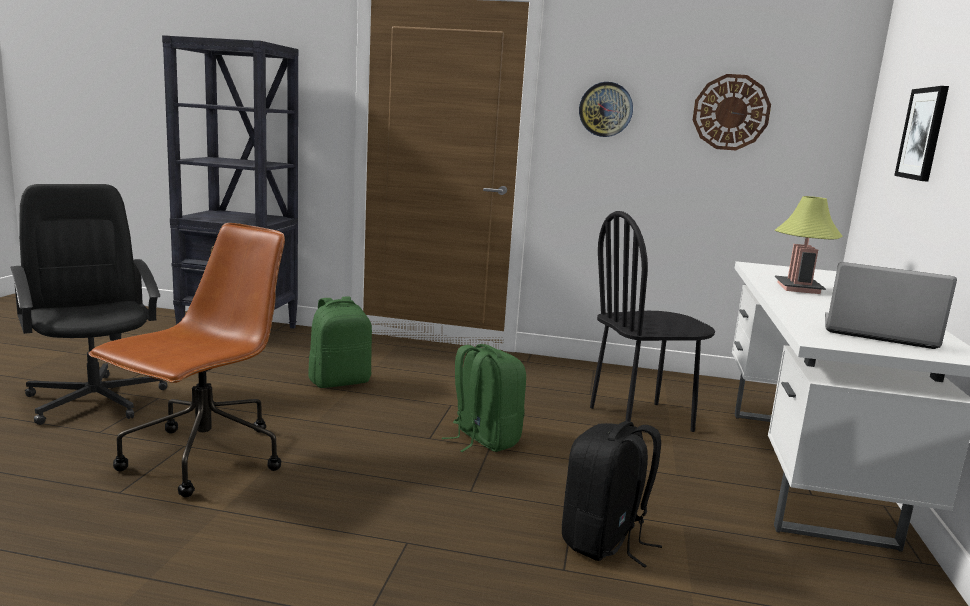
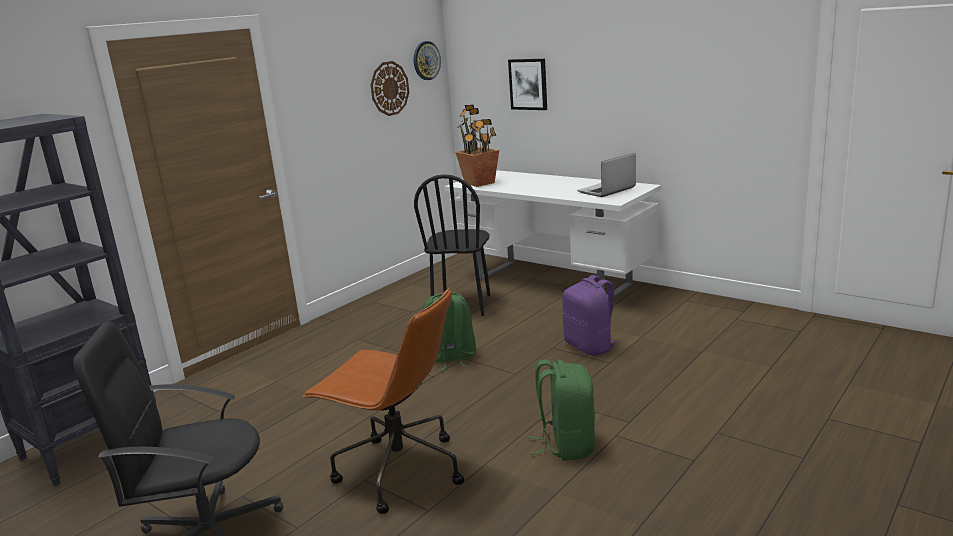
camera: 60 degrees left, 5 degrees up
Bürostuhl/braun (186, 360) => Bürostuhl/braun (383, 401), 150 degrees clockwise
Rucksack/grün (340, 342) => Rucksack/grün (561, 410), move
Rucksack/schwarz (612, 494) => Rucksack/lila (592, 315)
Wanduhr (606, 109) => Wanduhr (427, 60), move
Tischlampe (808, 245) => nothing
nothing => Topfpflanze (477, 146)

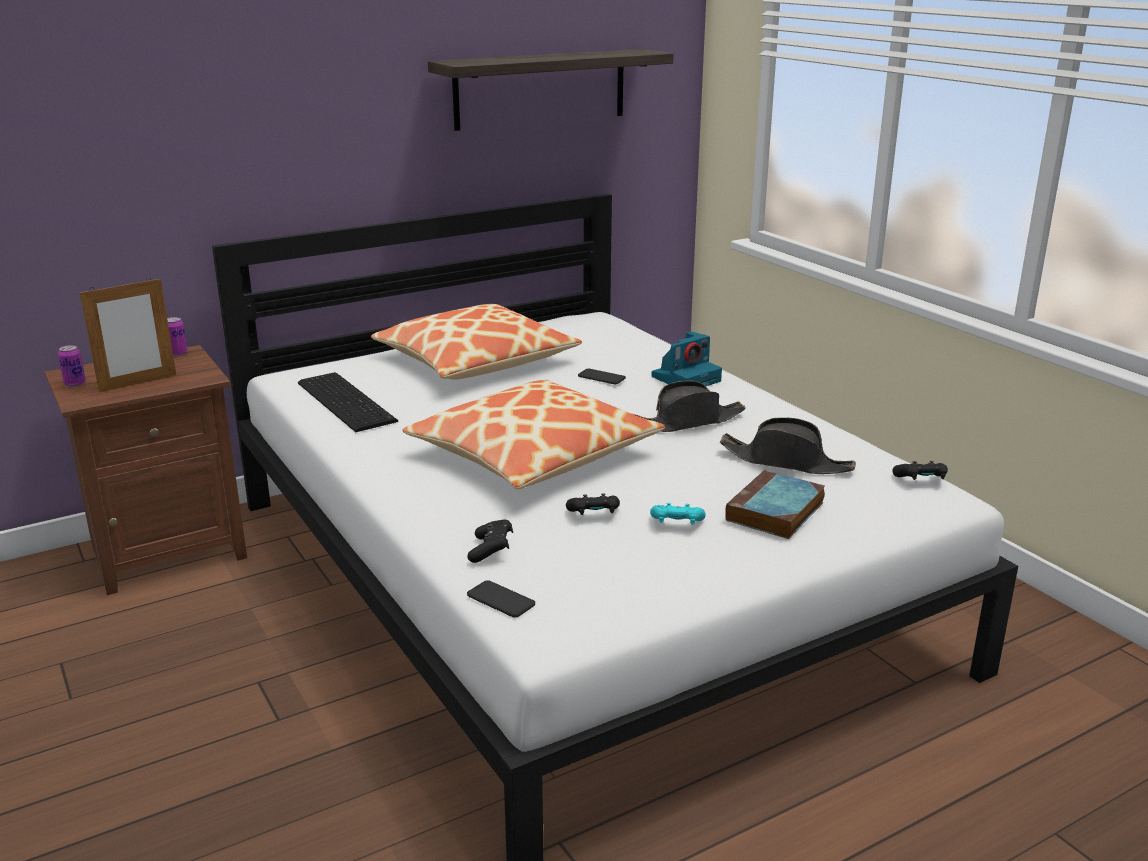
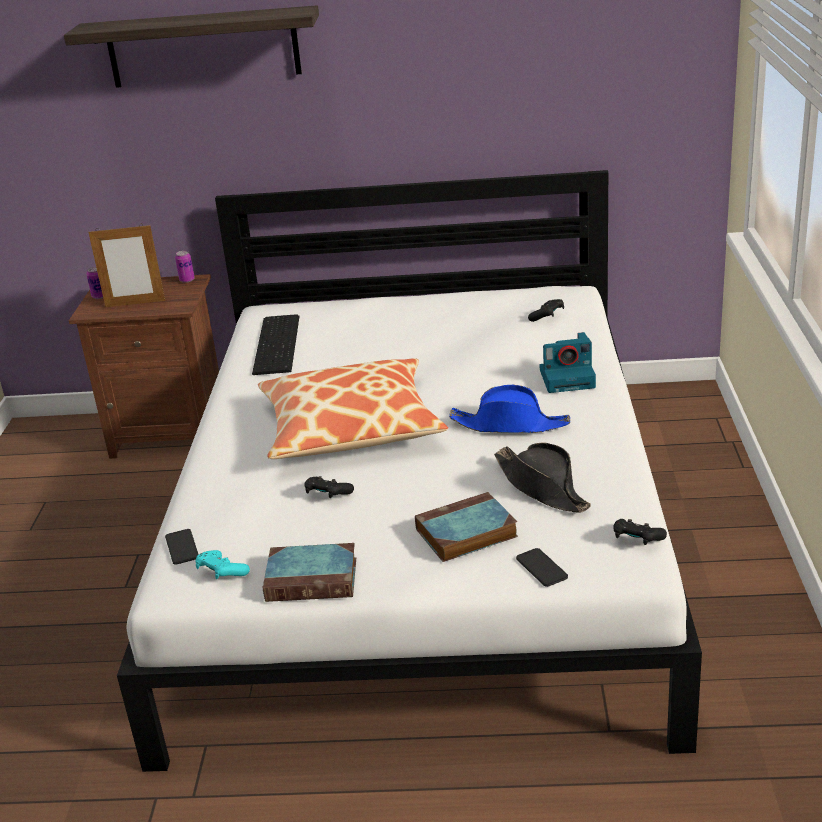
camera: 35 degrees right, 5 degrees up
Kissen (476, 342) => nothing
Wandregal (551, 90) => Wandregal (191, 46), move
Gamepad/schwarz (490, 541) => Gamepad/schwarz (546, 310), move
Handy (602, 376) => Handy (542, 567), move
Hut/schwarz (690, 406) => Hut/blau (509, 409)
Gamepad/türkis (678, 514) => Gamepad/türkis (223, 564), move
nothing => Buch (309, 572)

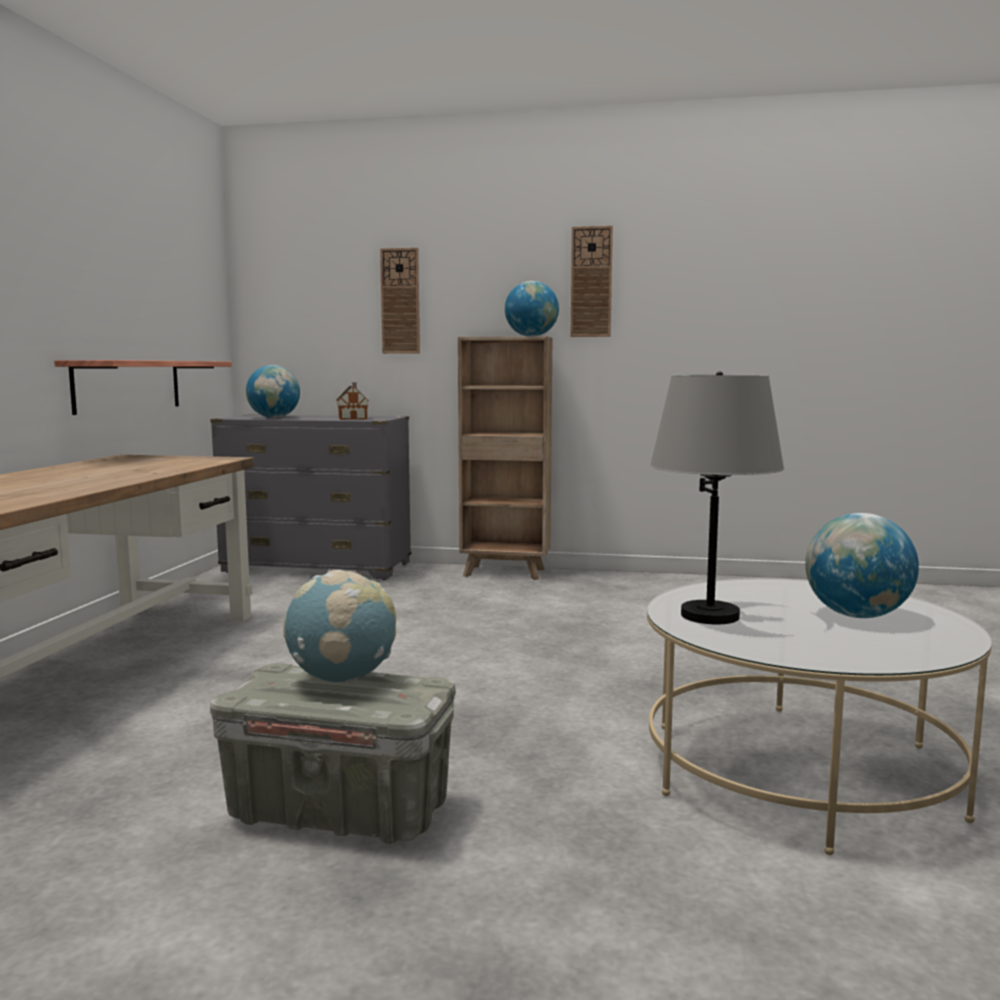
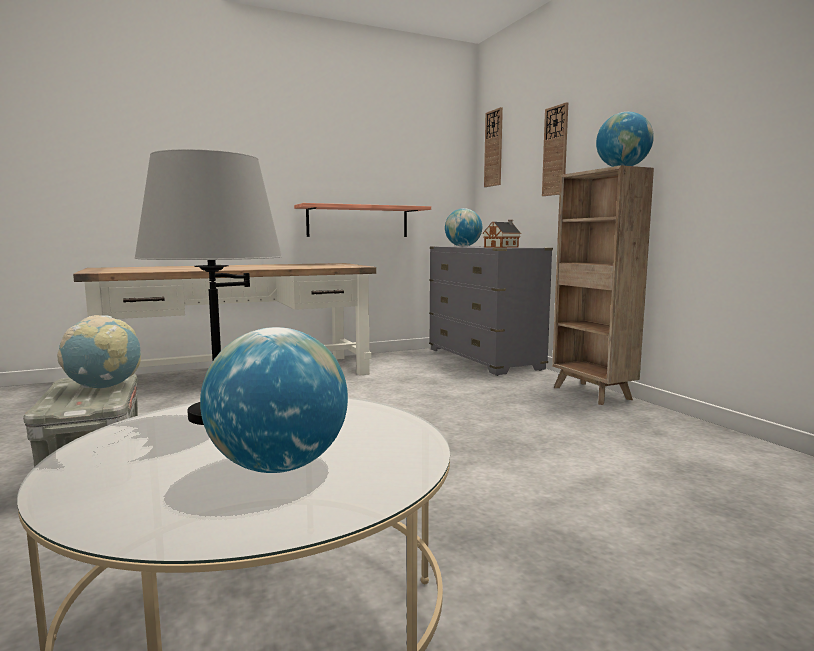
camera: 55 degrees right, 0 degrees up
Wanduhr (591, 281) => Wanduhr (493, 147), move

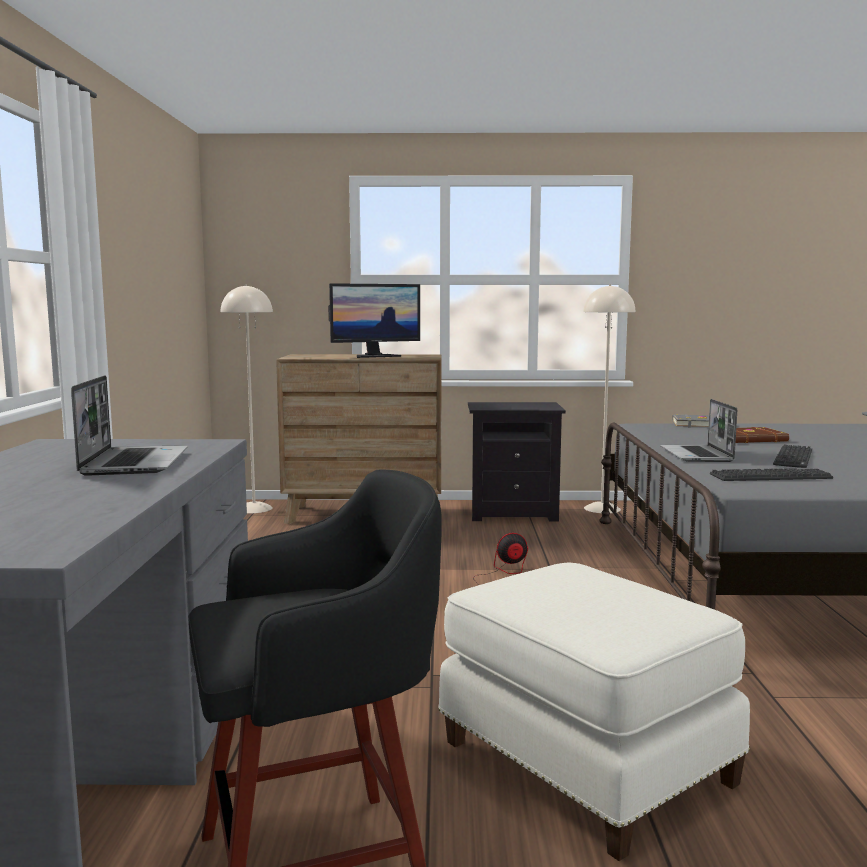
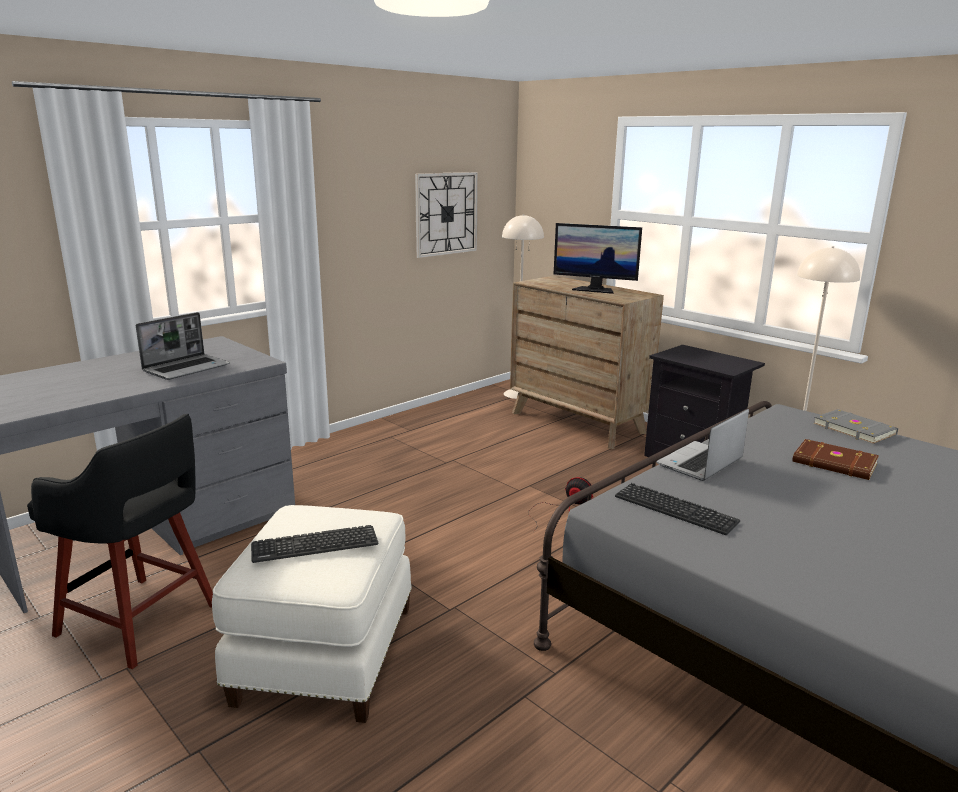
camera: 45 degrees right, 10 degrees up
Tastatur (792, 456) => Tastatur (315, 544), move
nothing => Wanduhr (446, 215)

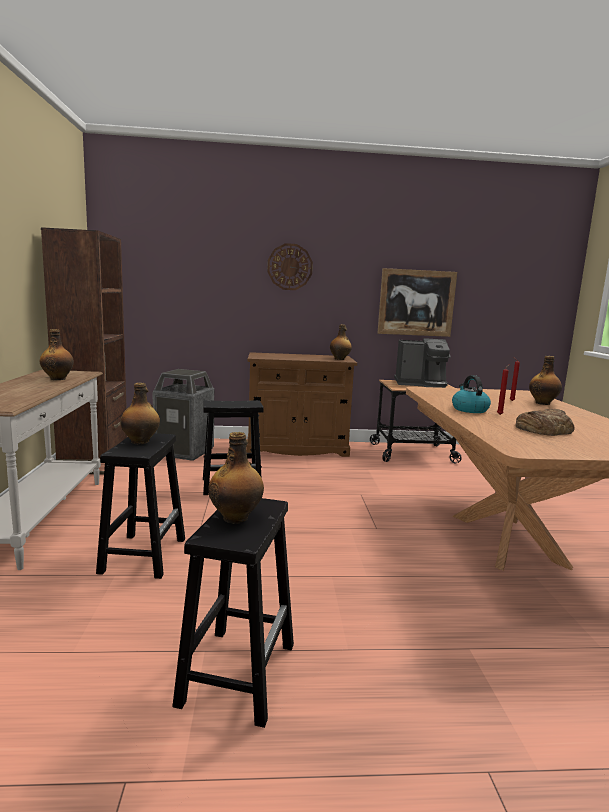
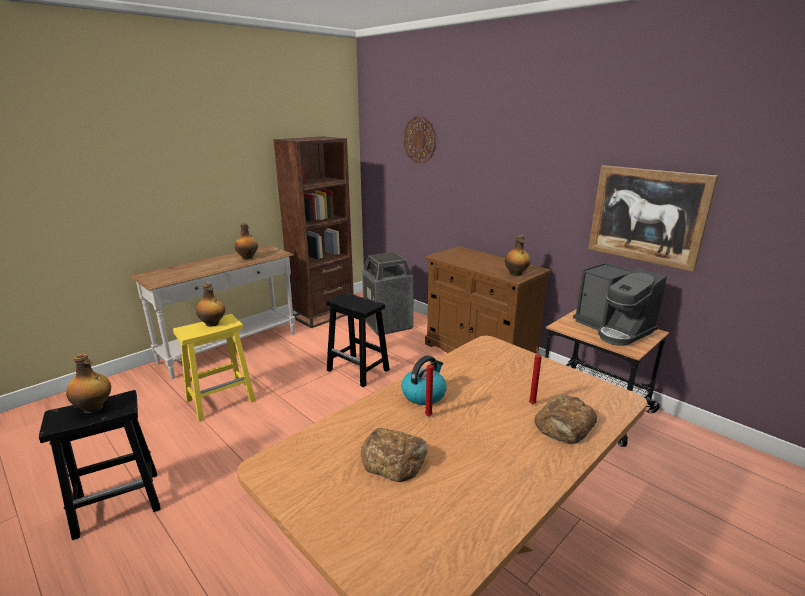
camera: 50 degrees right, 10 degrees up
Hocker/schwarz (140, 506) => Hocker/gelb (214, 367)
Wanduhr (290, 266) => Wanduhr (420, 140), move
Flasche (545, 380) => Brot (566, 420)

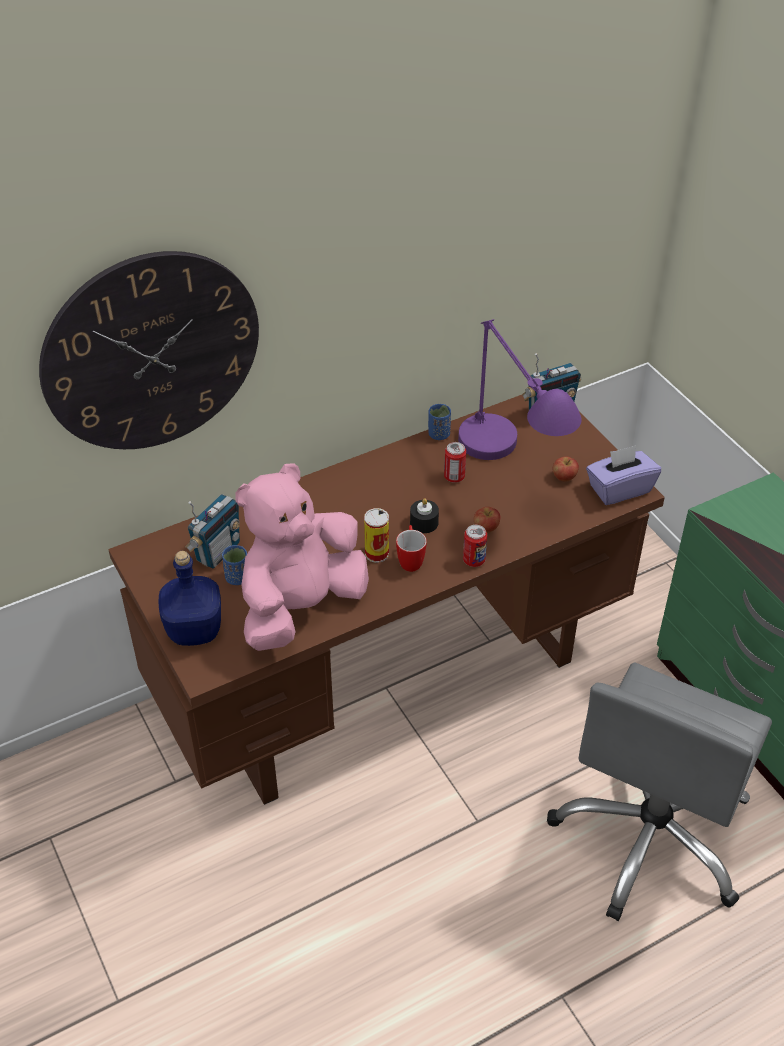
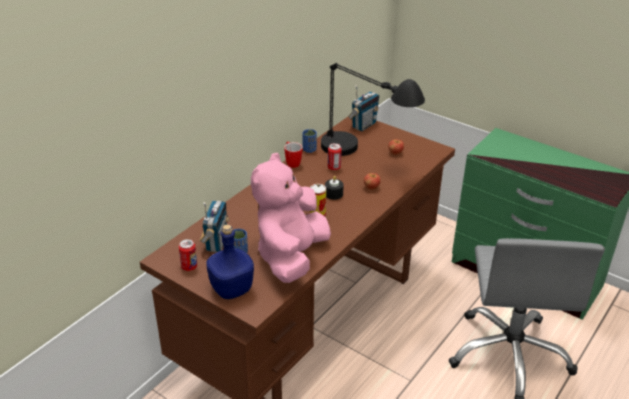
camera: 25 degrees left, 10 degrees down
Wanduhr (149, 350) => nothing
Henkelbecher (411, 548) => Henkelbecher (293, 155), move
Tischlampe/lila (520, 389) => Tischlampe/schwarz (373, 109)
Dose (475, 546) => Dose (188, 255), move
Taschentuchbox/lila (623, 475) => nothing

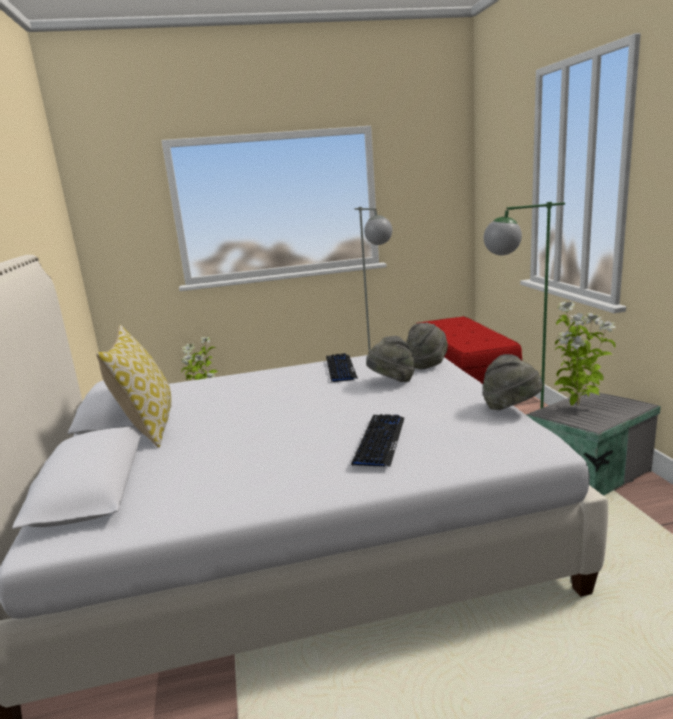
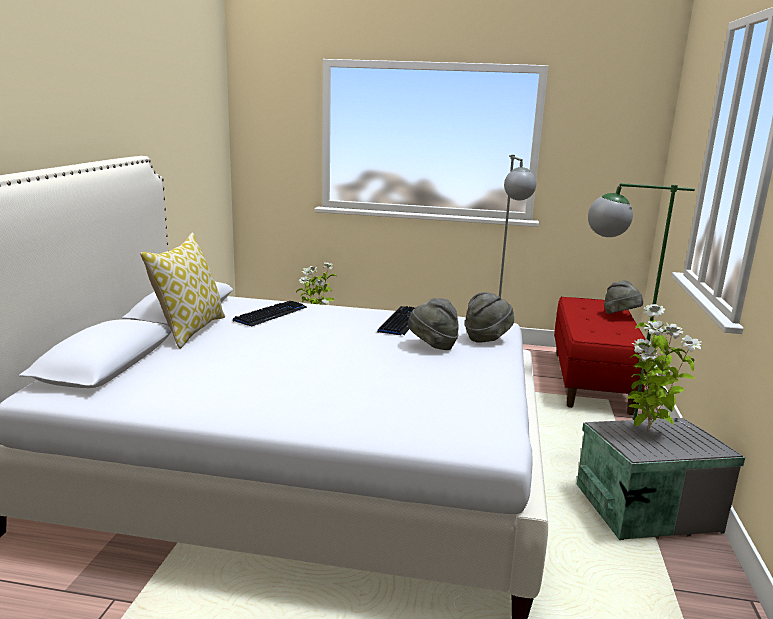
camera: 20 degrees right, 0 degrees up
Tastatur (377, 440) => Tastatur (270, 314), move
Hut/grau (513, 382) => Hut/grau (623, 297), move

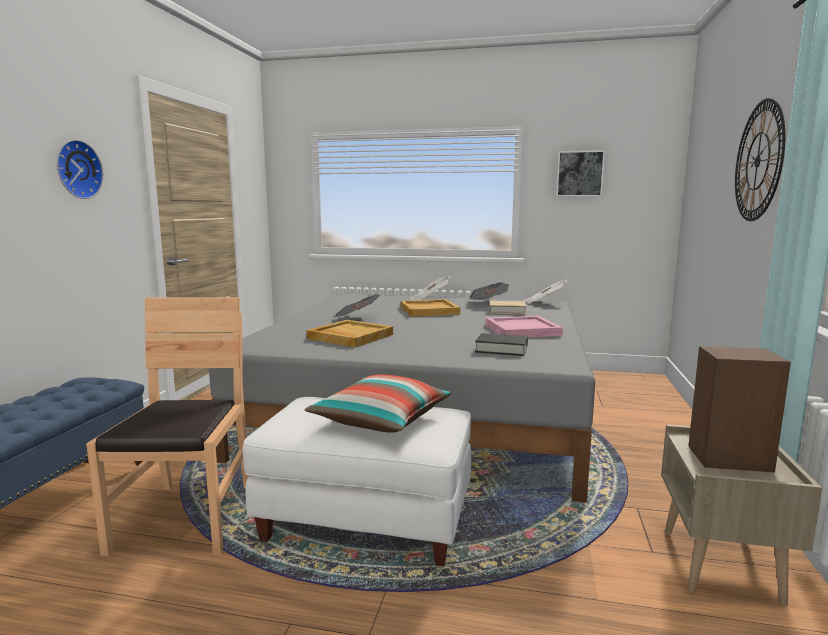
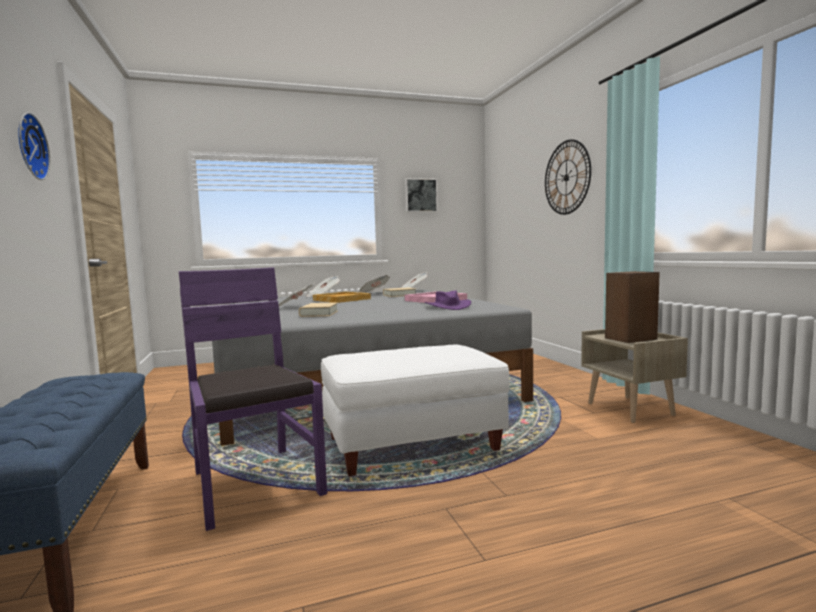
camera: 30 degrees left, 5 degrees down
Stuhl/braun (168, 426) => Stuhl/lila (253, 399)
Kissen (378, 403) => nothing
Tablett/beige (350, 333) => Buch/beige (318, 309)
Buch/schwarz (501, 344) => Hut/lila (448, 300)

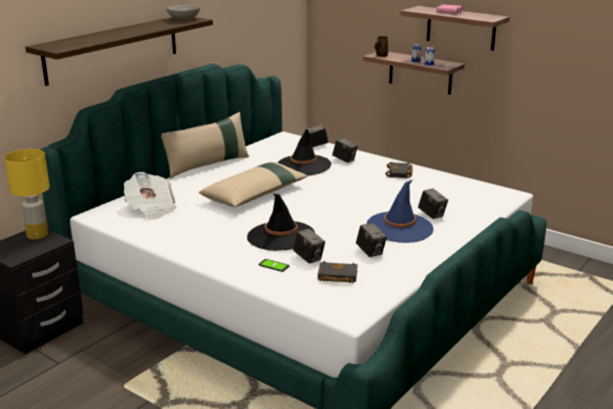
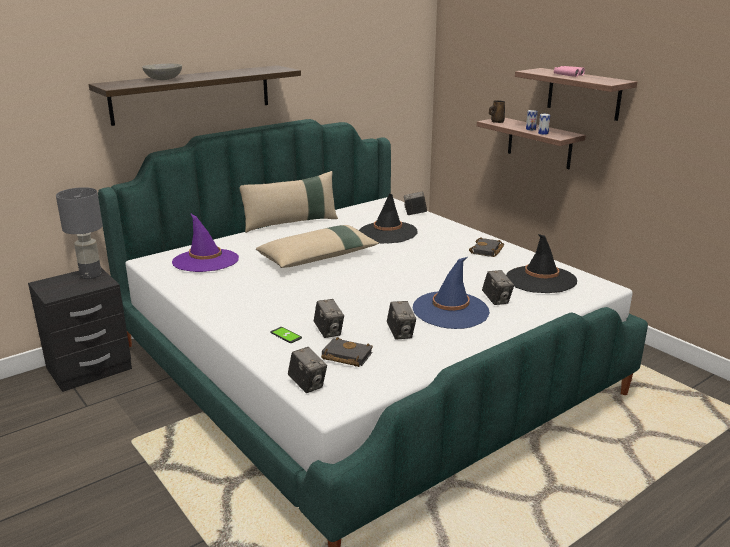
camera: 15 degrees right, 0 degrees up
Tischlampe/gelb (27, 194) => Tischlampe/grau (79, 233)
Zeitung (150, 196) => Hut/lila (205, 242)
Schüssel/grau (183, 12) => Schüssel/grau (162, 72), move
Hut/schwarz (281, 222) => Hut/schwarz (541, 263), move
Kamera (345, 150) => Kamera (307, 370), move

